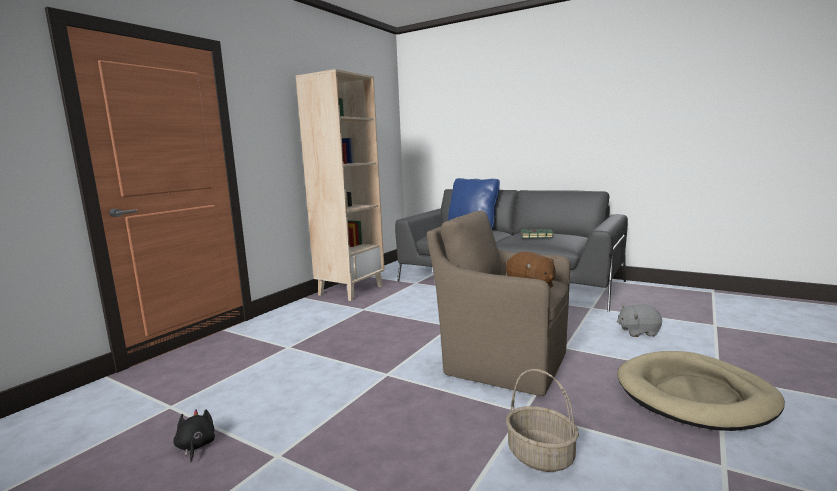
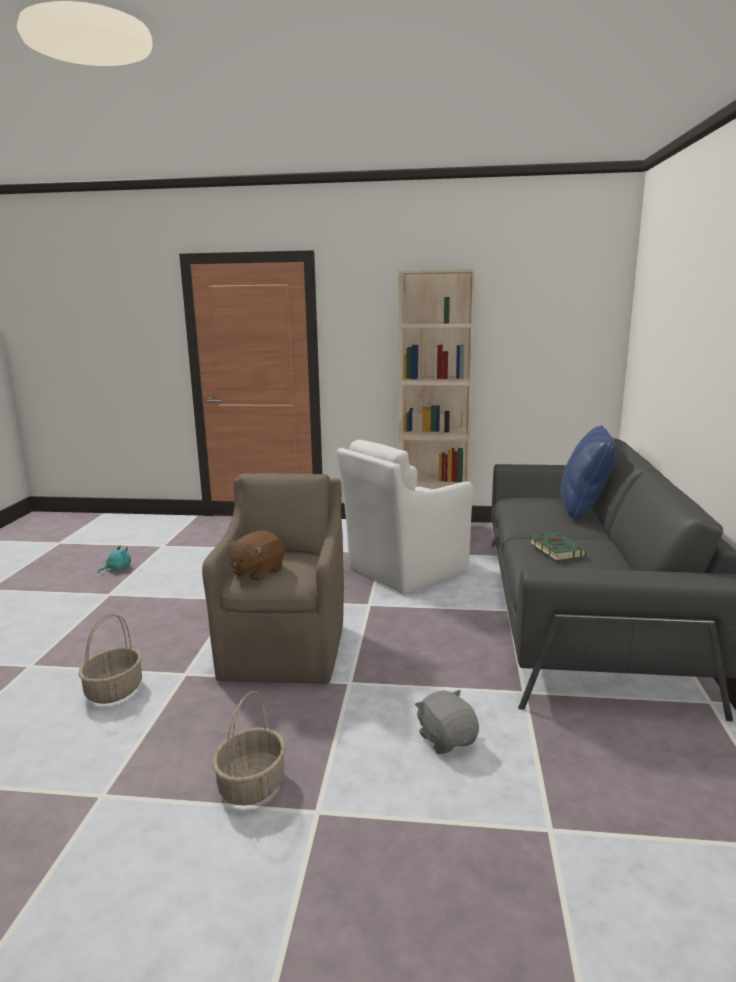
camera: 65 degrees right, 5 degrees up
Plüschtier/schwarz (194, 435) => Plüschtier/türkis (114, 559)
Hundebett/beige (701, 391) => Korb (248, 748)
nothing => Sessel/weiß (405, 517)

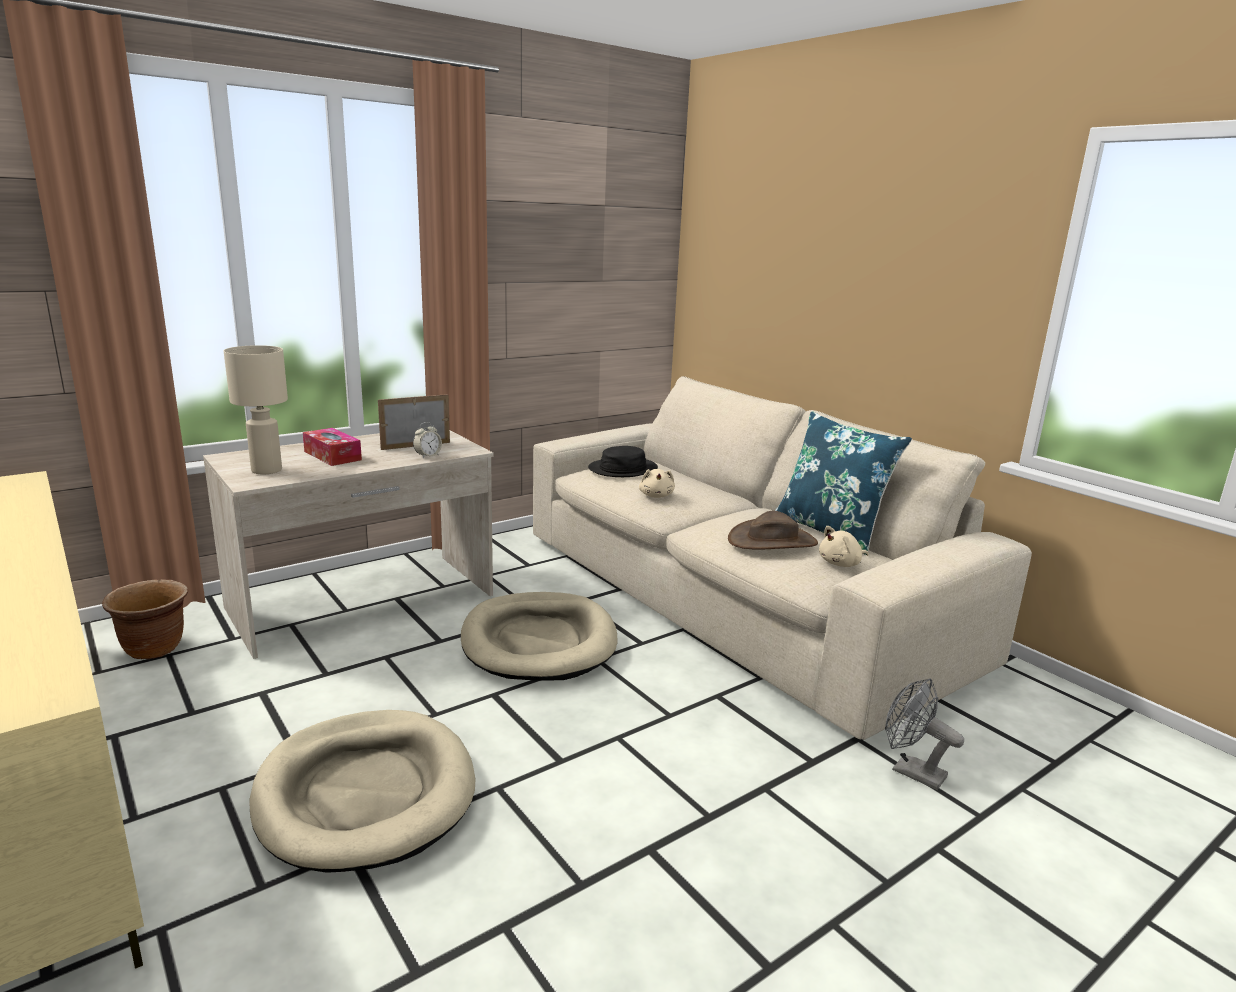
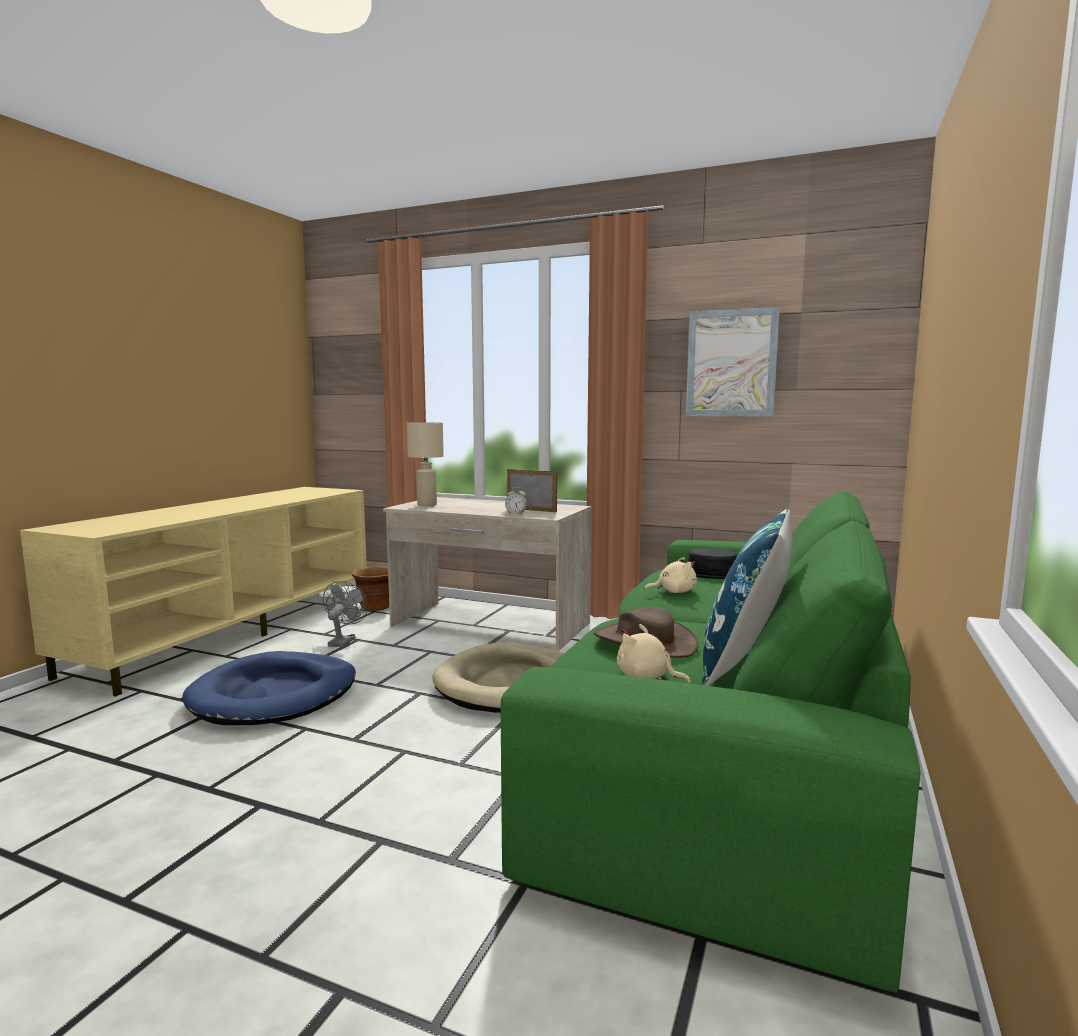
camera: 60 degrees right, 10 degrees down
Hundebett/beige (362, 791) => Hundebett/blau (269, 688)
Taschentuchbox (332, 447) => nothing
Sofa/beige (782, 558) => Sofa/grün (710, 742)
Plüschtier/beige (657, 483) => Plüschtier/beige (670, 575), 150 degrees counterclockwise
Ventilator/grau (924, 734) => Ventilator/grau (345, 614), move
nothing => Bild (733, 362)

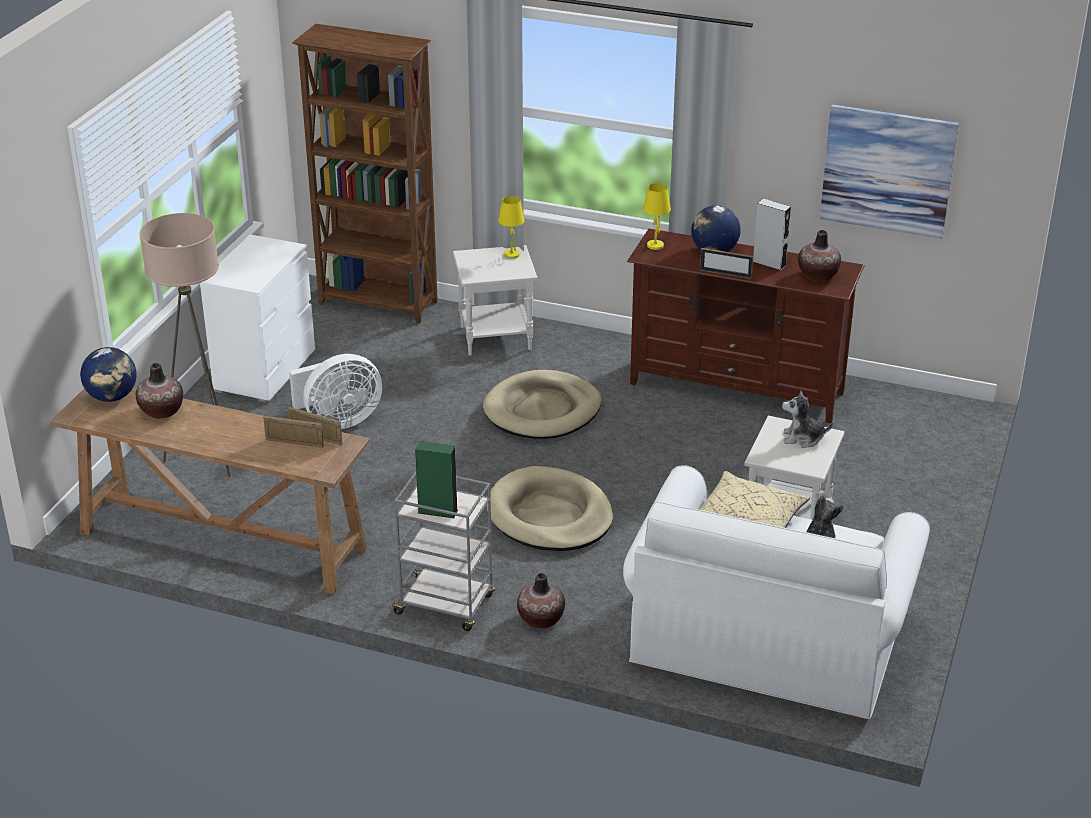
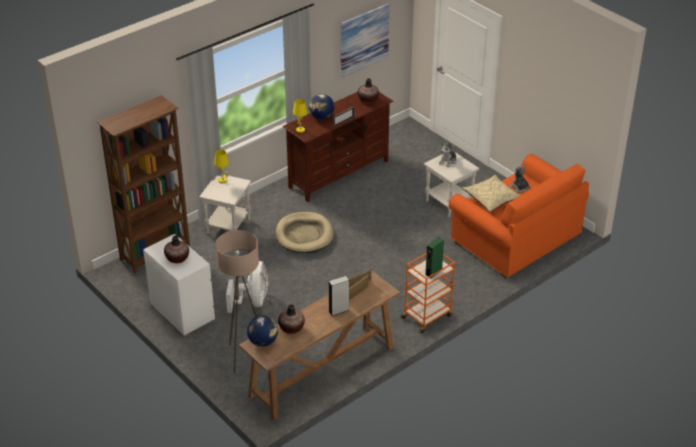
camera: 60 degrees left, 5 degrees up
Rollwagen/grau (442, 551) => Rollwagen/orange (427, 293)
Hundebett/beige (550, 508) => nothing
Vase (541, 601) => Vase (176, 249), move
Sofa/weiß (776, 593) => Sofa/orange (519, 216)
Lautsprecher/grau (772, 235) => Lautsprecher/grau (339, 296), move

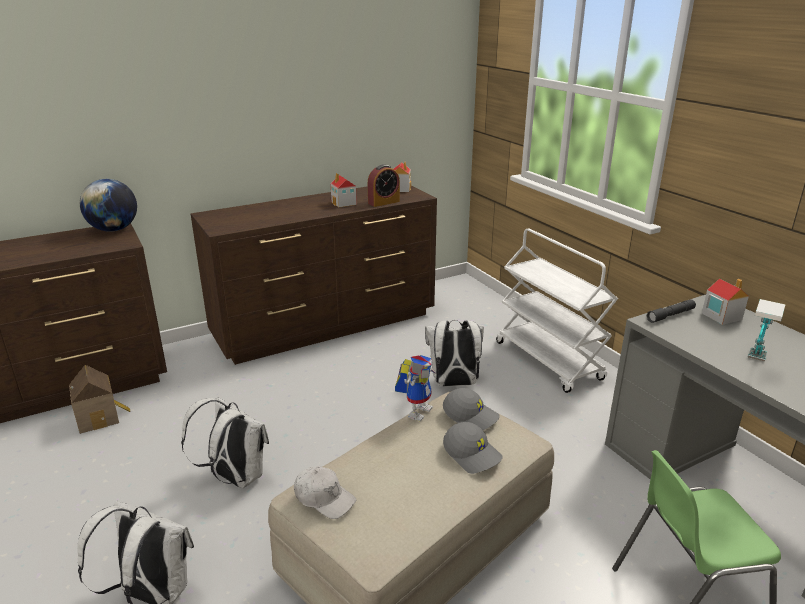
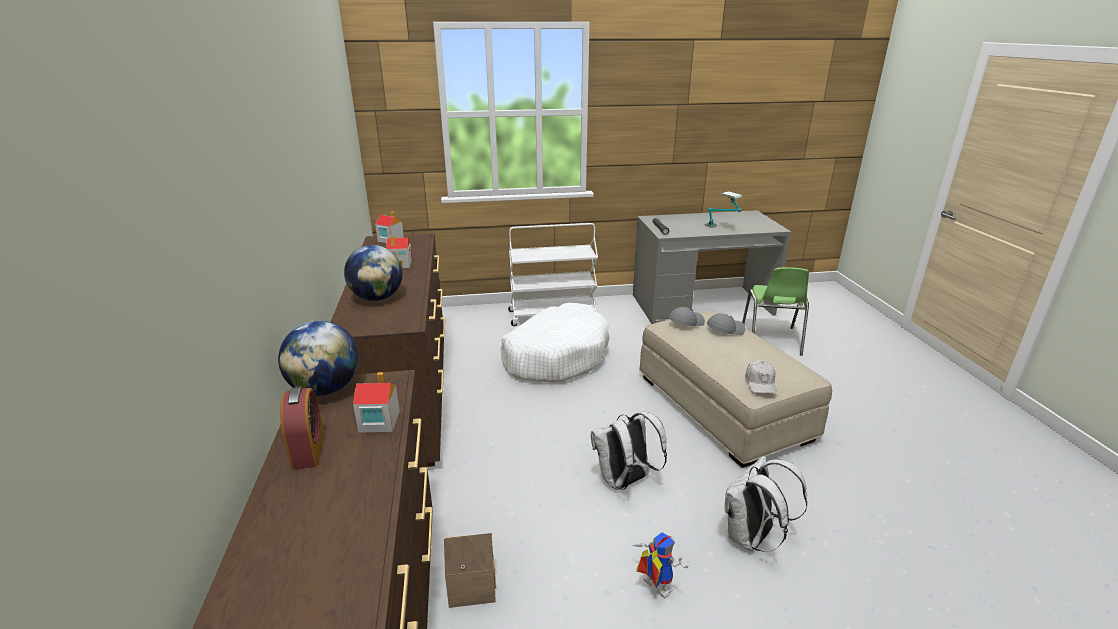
camera: 70 degrees left, 0 degrees up
Kappe/weiß (325, 492) => Kappe/weiß (761, 377), 135 degrees clockwise
Wecker (384, 185) => Wecker (302, 428), move
Spielzeugroboter (415, 388) => Spielzeugroboter (660, 565), move
Rucksack/weiß (454, 353) => Hundebett/weiß (555, 343)
Spielzeughaus (725, 301) => Spielzeughaus (376, 402), move
nothing => Globus (373, 273)

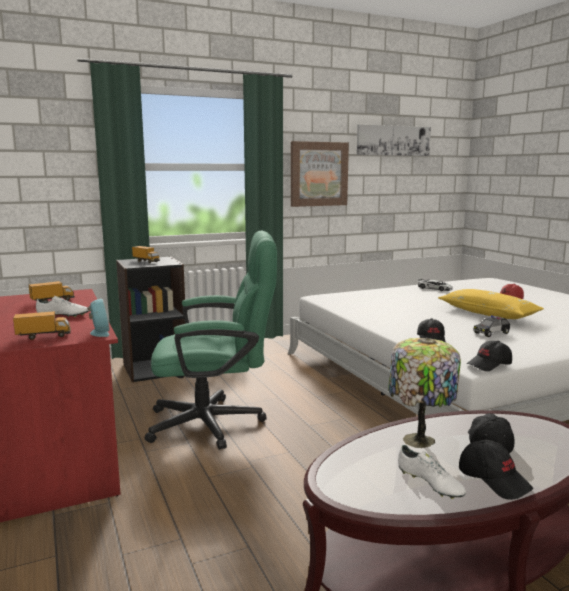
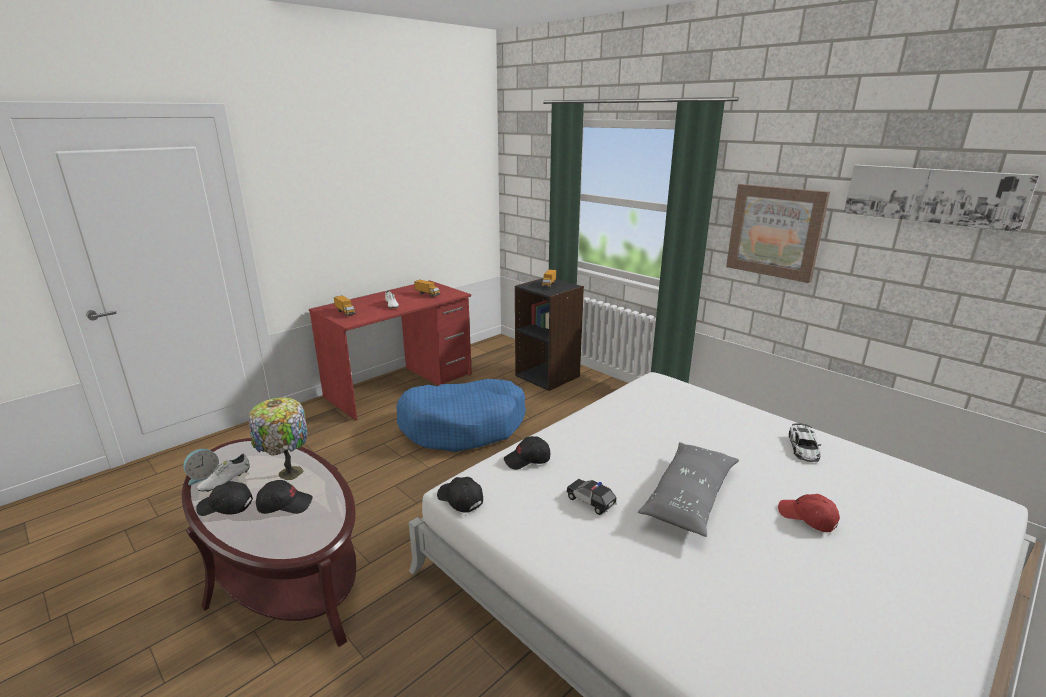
camera: 70 degrees right, 10 degrees up
Wecker (98, 318) => Wecker (201, 467), move
Bürostuhl/grün (211, 340) => Hundebett/blau (461, 415)
Kissen/gelb (491, 304) => Kissen/grau (688, 489)
Kappe/schwarz (496, 470) => Kappe/schwarz (224, 498), 60 degrees clockwise

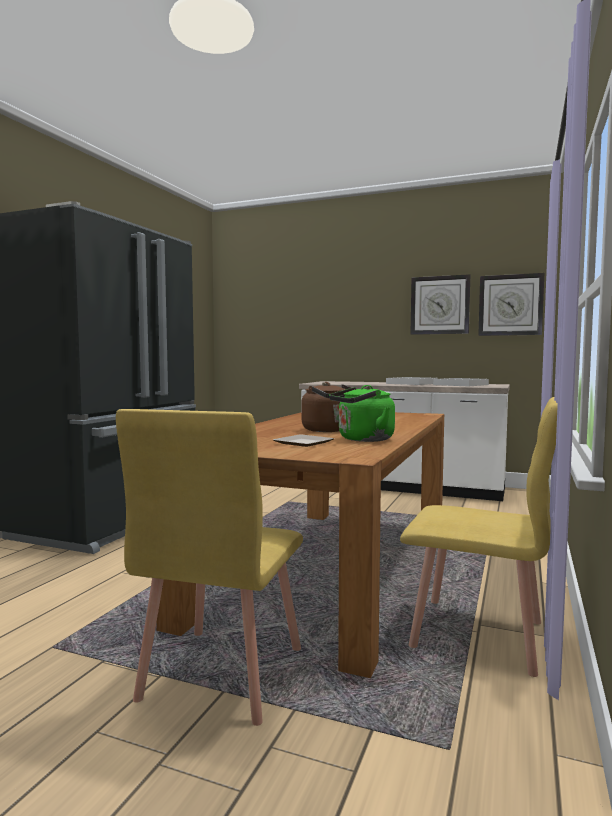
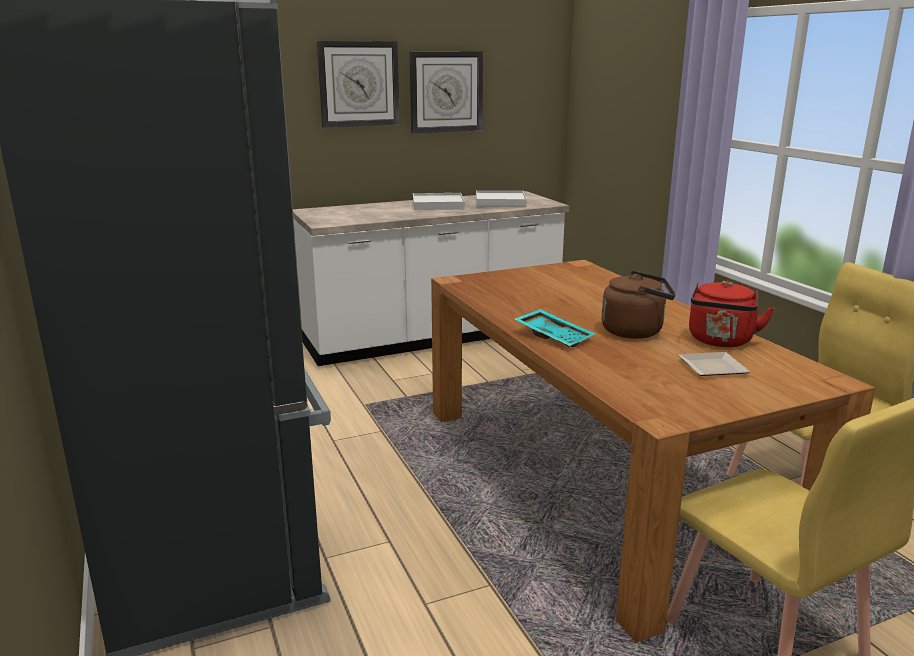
camera: 45 degrees left, 15 degrees up
Wasserkessel/grün (362, 413) => Wasserkessel/rot (731, 314)
Wanduhr (511, 304) => Wanduhr (358, 84), move
nothing => Tablett/türkis (555, 328)

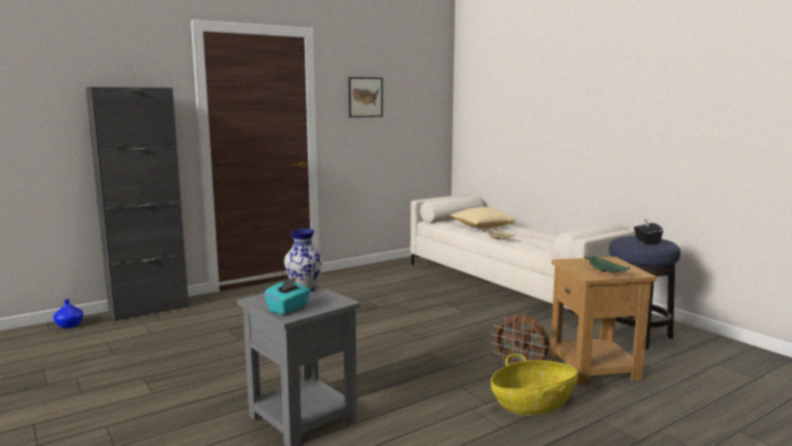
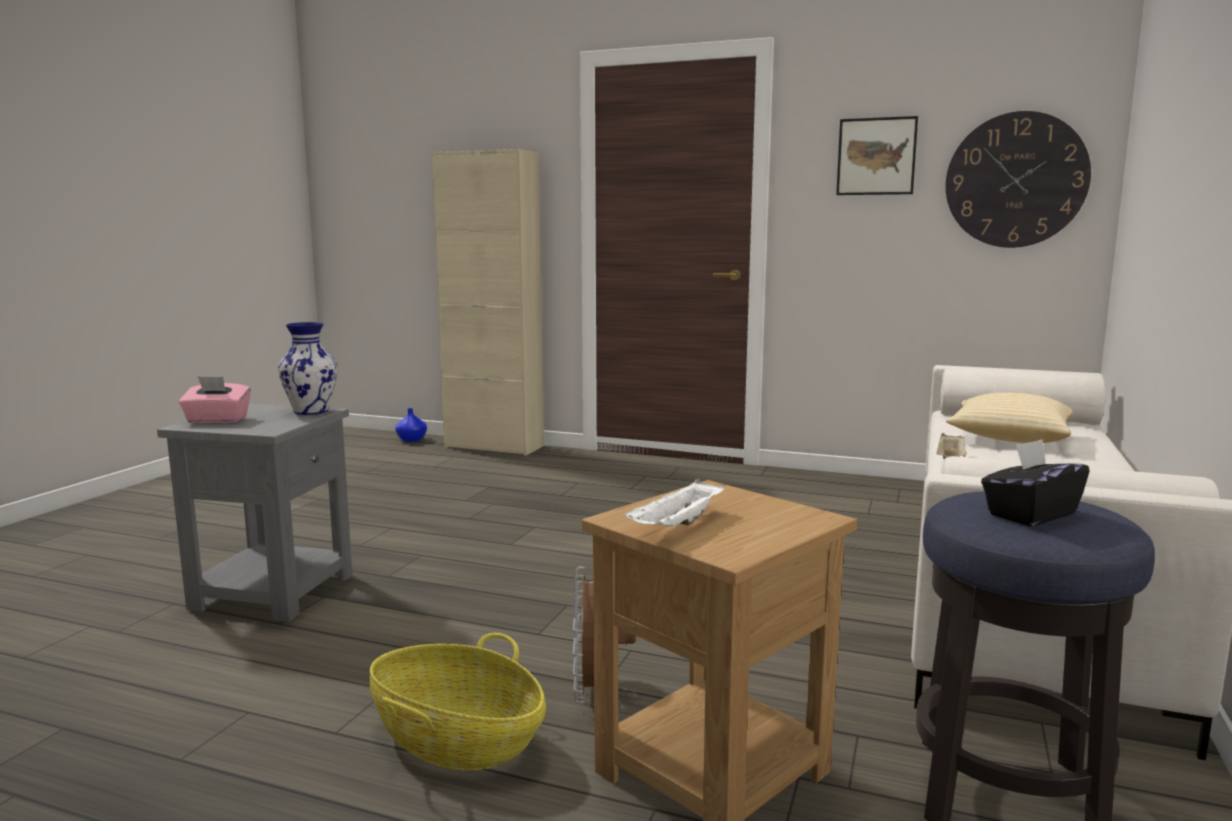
camera: 55 degrees right, 0 degrees up
Schrank/schwarz (137, 204) => Schrank/beige (488, 302)
Taschentuchbox/türkis (287, 296) => Taschentuchbox/rosa (215, 400)
Tablett/grün (607, 264) => Tablett/weiß (674, 502)
nothing => Wanduhr (1018, 179)

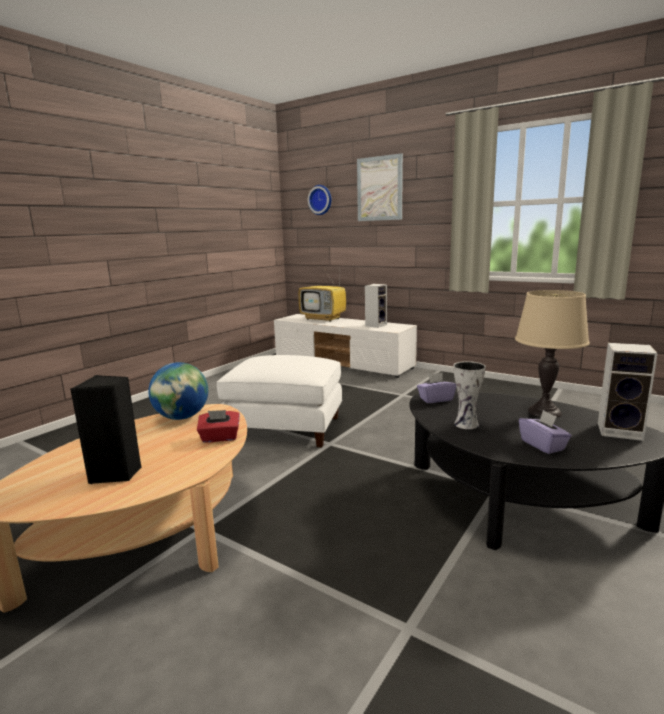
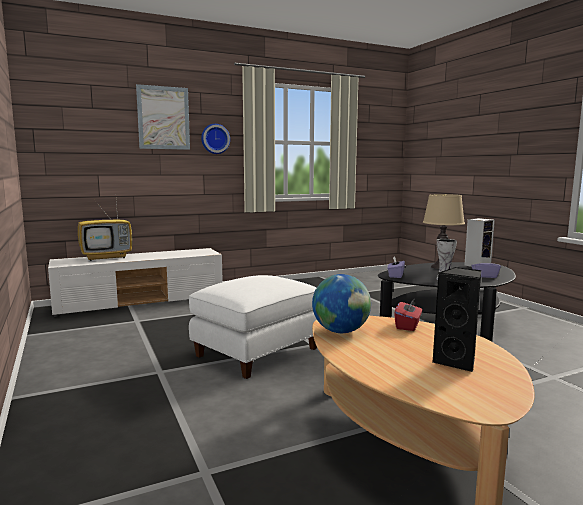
camera: 60 degrees left, 5 degrees down
Wanduhr (319, 200) => Wanduhr (215, 139), move
Lautsprecher (376, 306) => nothing

